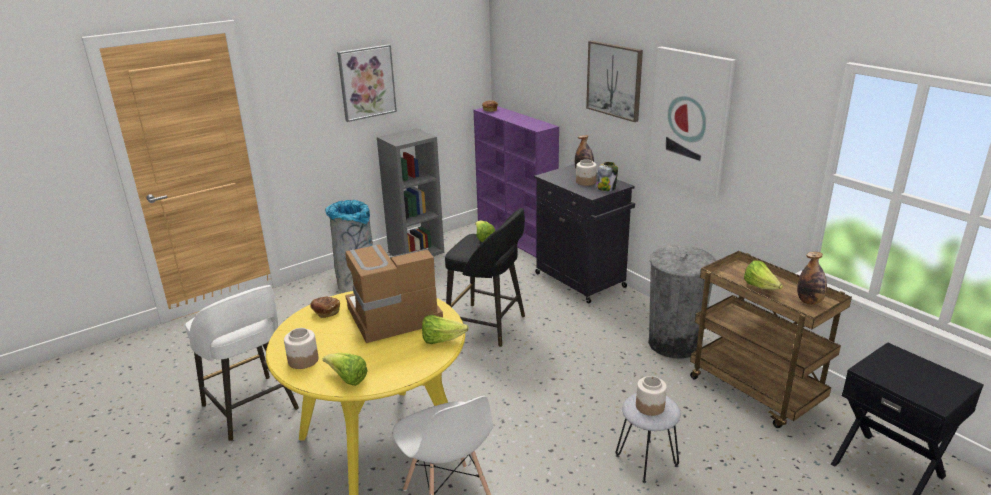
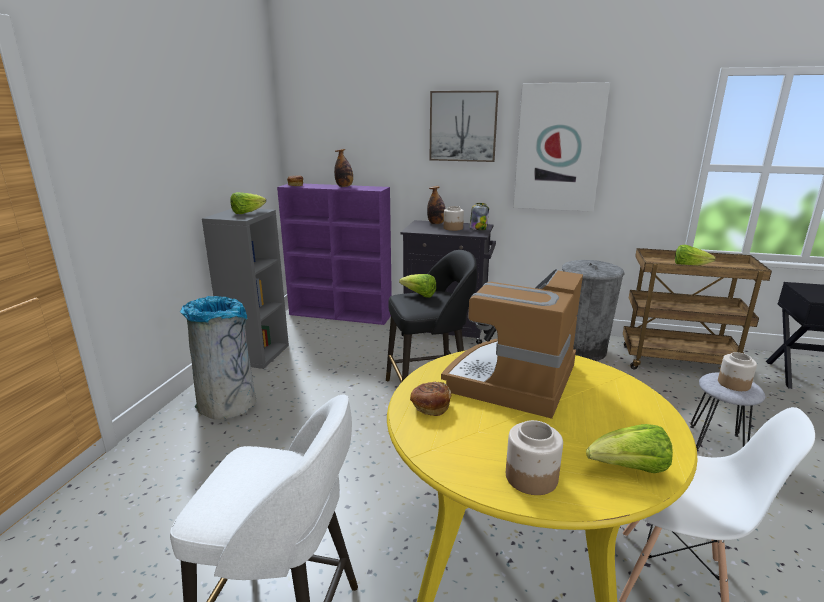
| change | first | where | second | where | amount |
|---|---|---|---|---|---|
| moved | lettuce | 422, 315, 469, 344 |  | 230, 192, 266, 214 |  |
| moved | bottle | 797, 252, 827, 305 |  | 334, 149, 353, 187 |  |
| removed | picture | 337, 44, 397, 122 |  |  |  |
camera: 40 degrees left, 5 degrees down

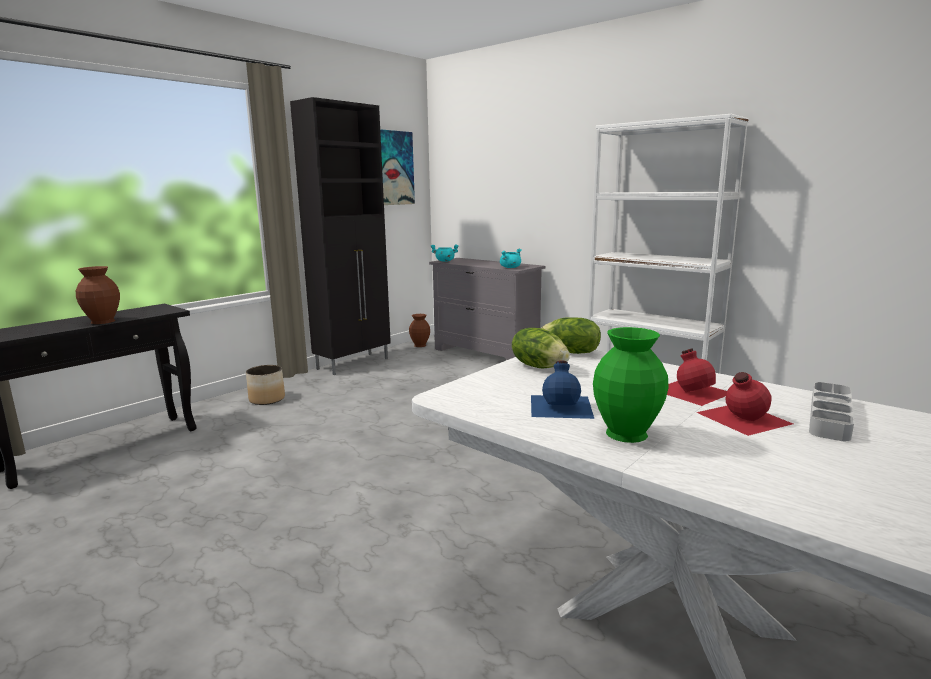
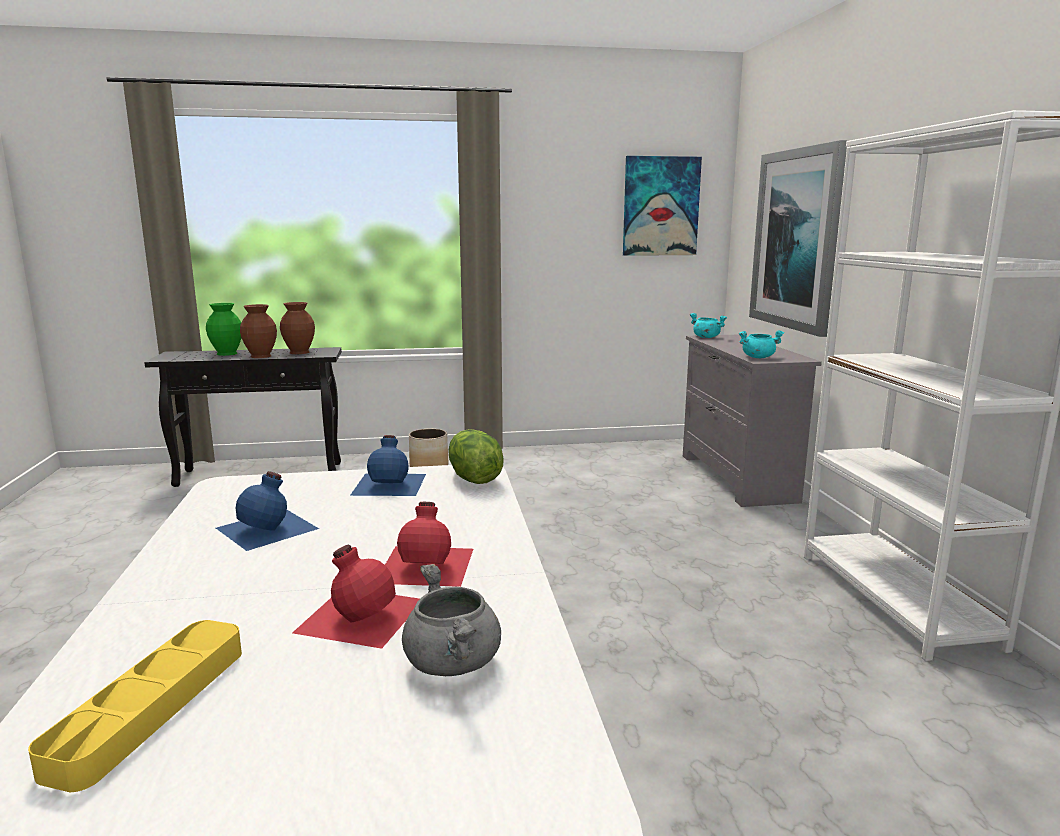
| change | first | where | second | where | amount |
|---|---|---|---|---|---|
| added |  |  | yellow tray | 28, 620, 242, 792 |  |
| moved | green vase | 593, 327, 669, 443 |  | 206, 303, 241, 356 |  |
| moved | brown vase | 409, 314, 430, 347 |  | 280, 302, 315, 354 |  |
| replaced | lettuce | 512, 328, 570, 368 | blue bottle | 350, 435, 426, 496 |  |
| replaced | grey tray | 809, 382, 854, 441 | grey cooking pot | 402, 564, 501, 676 |  |
| added |  |  | picture | 749, 140, 849, 337 |  |
| removed | black cabinet | 290, 97, 391, 375 |  |  |  |
camera: 40 degrees right, 0 degrees up

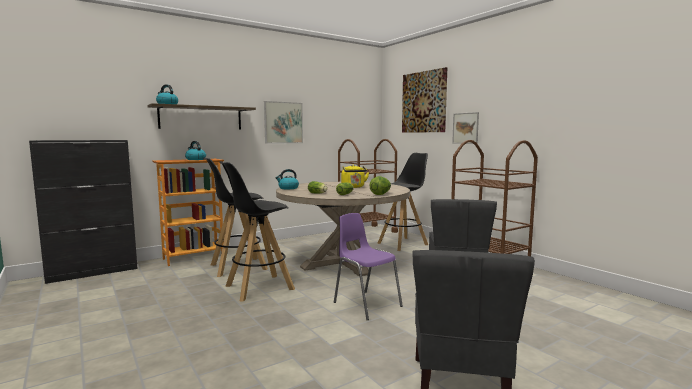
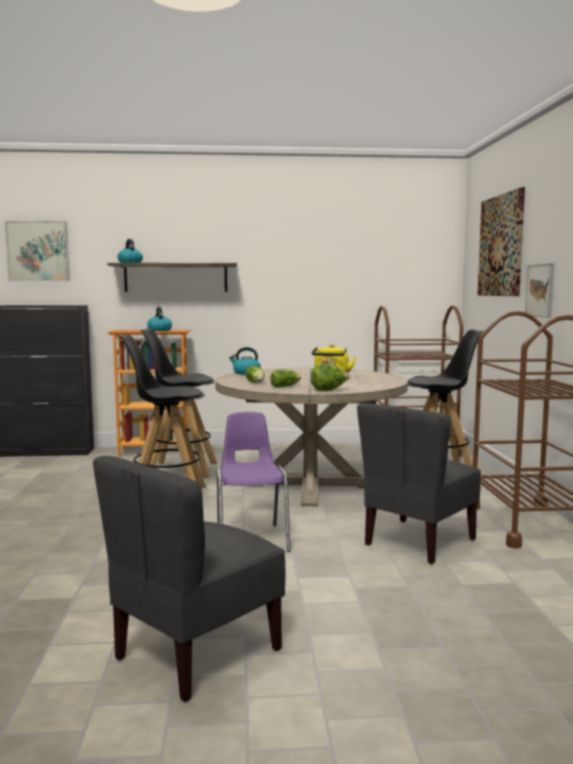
| change | first | where | second | where | amount |
|---|---|---|---|---|---|
| moved | picture | 264, 101, 303, 144 |  | 5, 221, 70, 281 |  |
camera: 30 degrees right, 0 degrees up

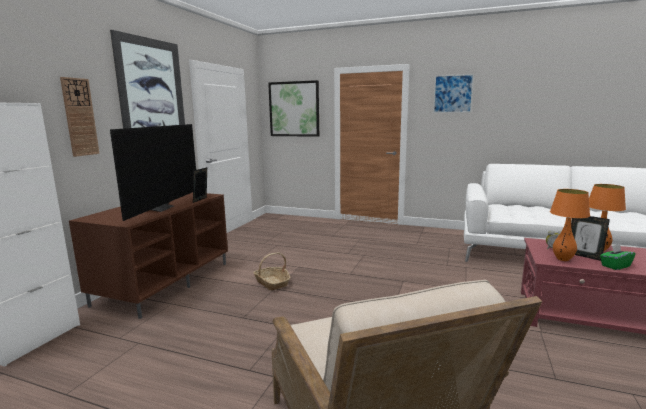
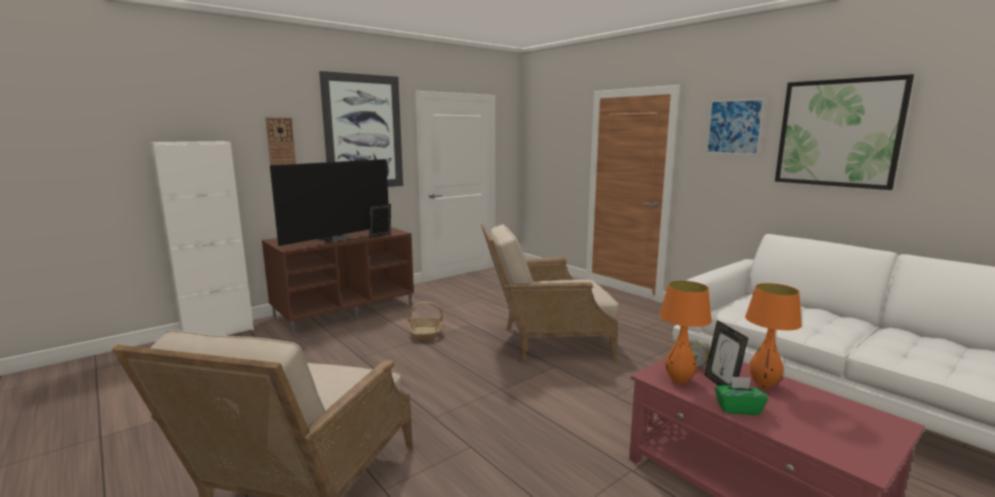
| change | first | where | second | where | amount |
|---|---|---|---|---|---|
| added |  |  | beige armchair | 480, 223, 618, 364 |  |
| moved | picture | 268, 80, 319, 137 |  | 775, 74, 914, 190 |  |
camera: 30 degrees right, 0 degrees up

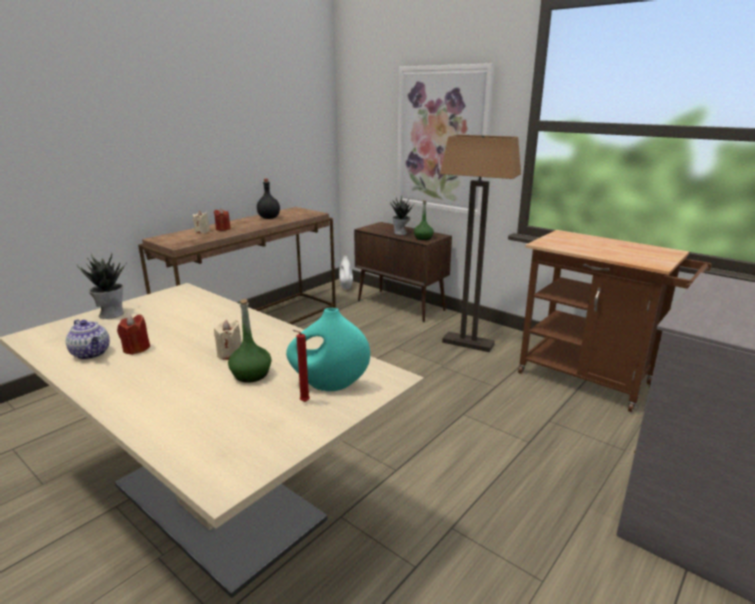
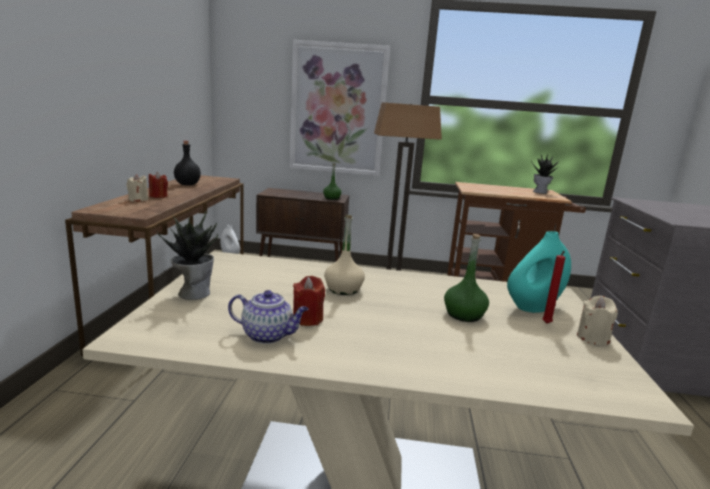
| change | first | where | second | where | amount |
|---|---|---|---|---|---|
| added |  |  | beige bottle | 324, 215, 365, 295 |  |
| moved | potted plant | 390, 196, 415, 235 |  | 531, 153, 560, 194 |  |
| moved | beige candle | 214, 320, 242, 360 |  | 577, 296, 618, 346 |  |
camera: 35 degrees left, 5 degrees down

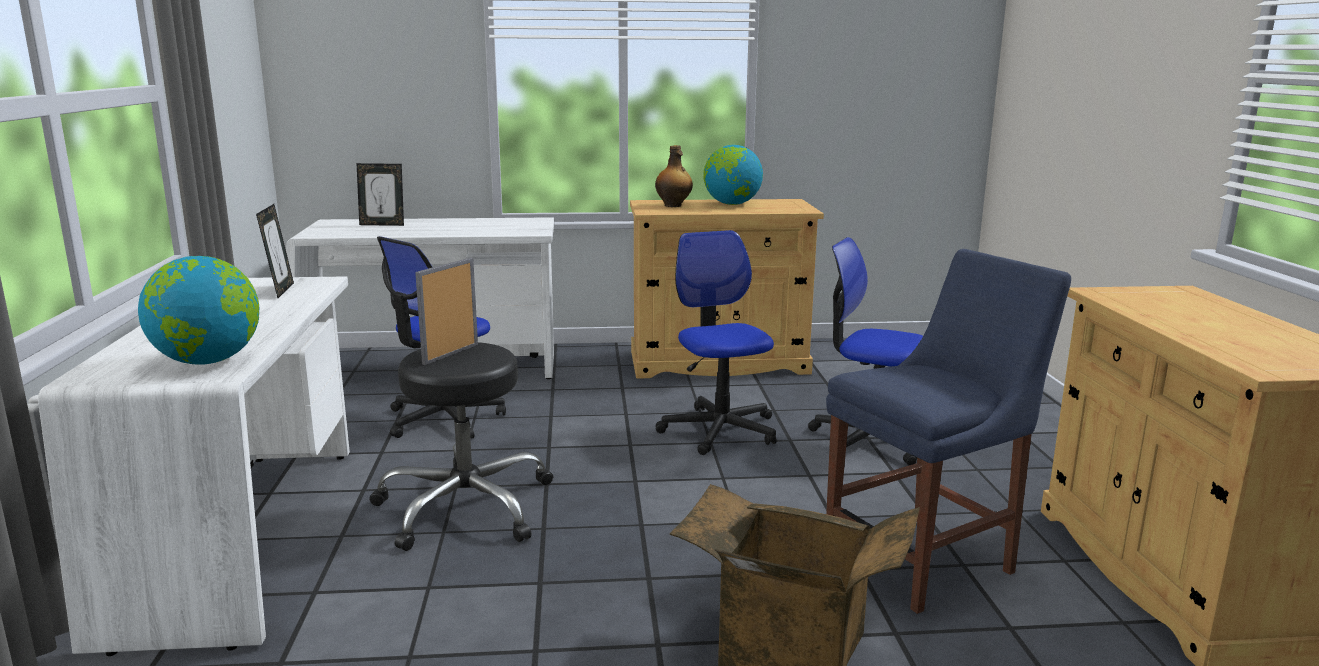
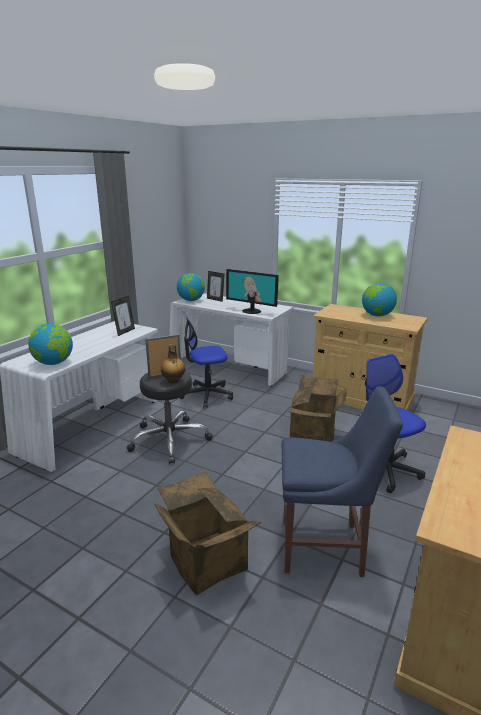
| change | first | where | second | where | amount |
|---|---|---|---|---|---|
| moved | bottle | 655, 145, 693, 207 |  | 161, 344, 185, 384 |  |
| added |  |  | globe | 177, 273, 205, 301 |  |
| added |  |  | monitor | 226, 269, 279, 314 |  |
| replaced | office chair | 656, 230, 777, 455 | cardboard box | 289, 375, 347, 442 |  |
camera: 35 degrees right, 5 degrees up

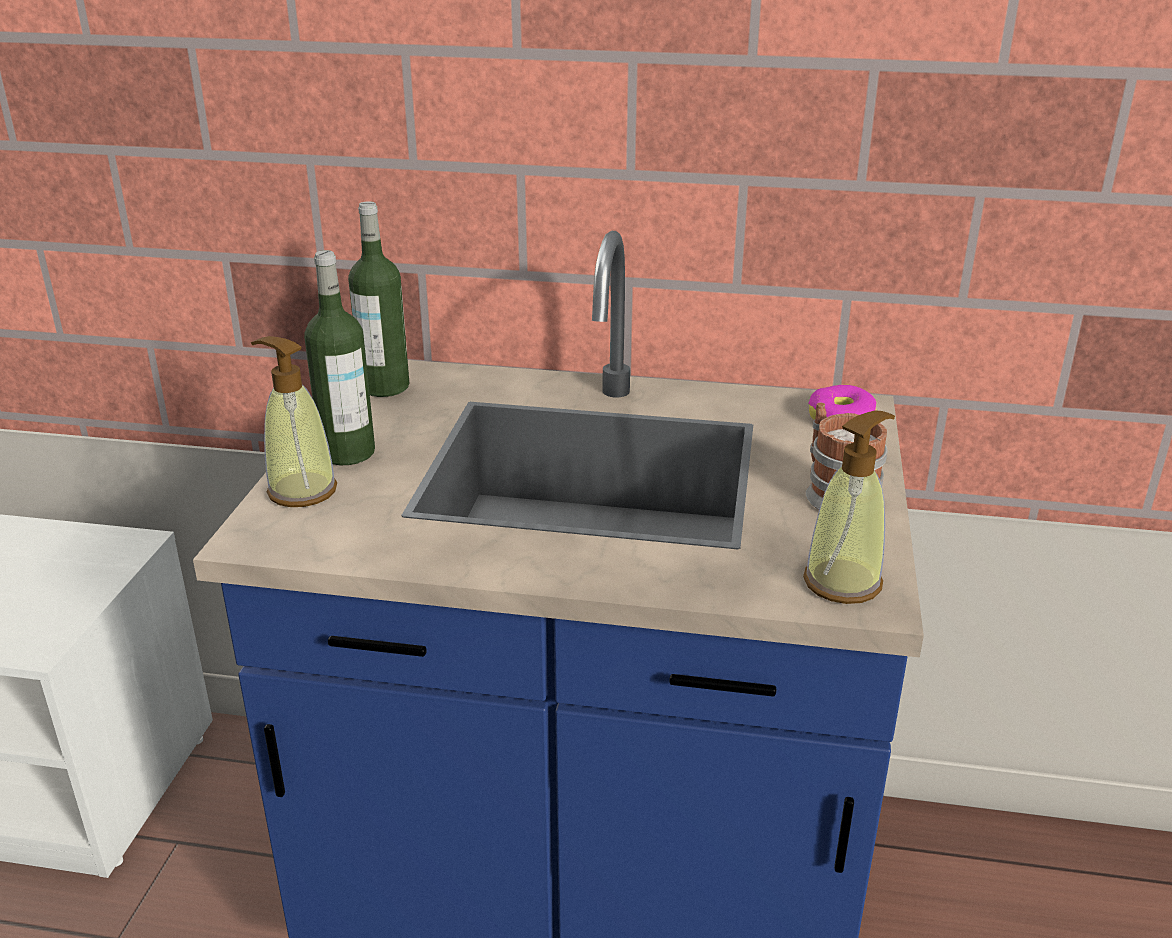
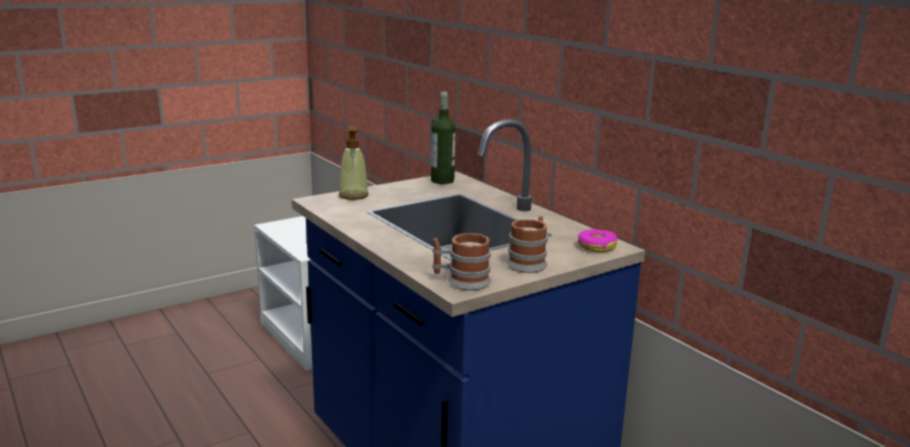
| change | first | where | second | where | amount |
|---|---|---|---|---|---|
| replaced | soap dispenser | 803, 410, 895, 604 | mug | 433, 233, 491, 290 |  |
| removed | bottle | 304, 250, 375, 465 |  |  |  |
camera: 45 degrees right, 10 degrees down

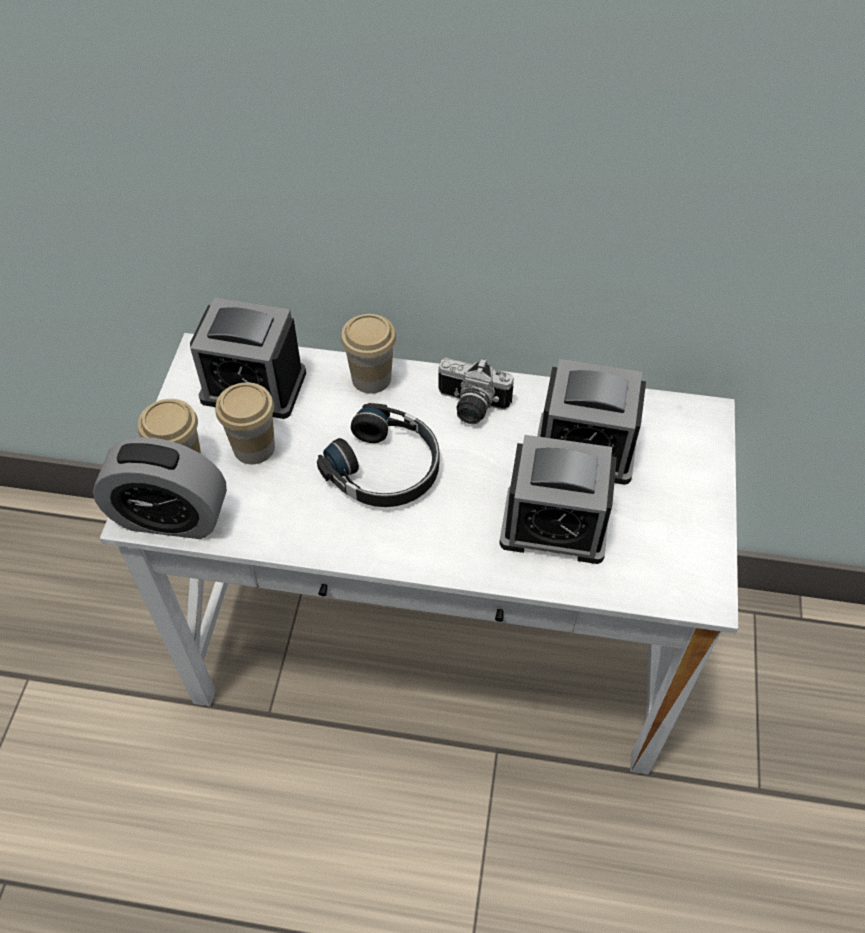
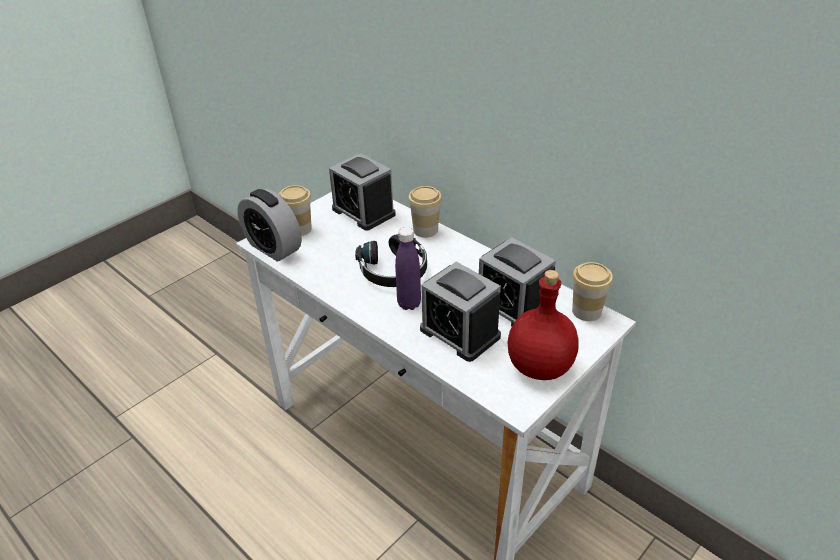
| change | first | where | second | where | amount |
|---|---|---|---|---|---|
| added |  |  | purple bottle | 395, 227, 421, 310 |  |
| added |  |  | red bottle | 508, 270, 579, 380 |  |
| moved | cup | 216, 382, 275, 464 |  | 572, 262, 613, 321 |  |
| removed | photo camera | 438, 358, 514, 424 |  |  |  |
camera: 35 degrees right, 15 degrees down

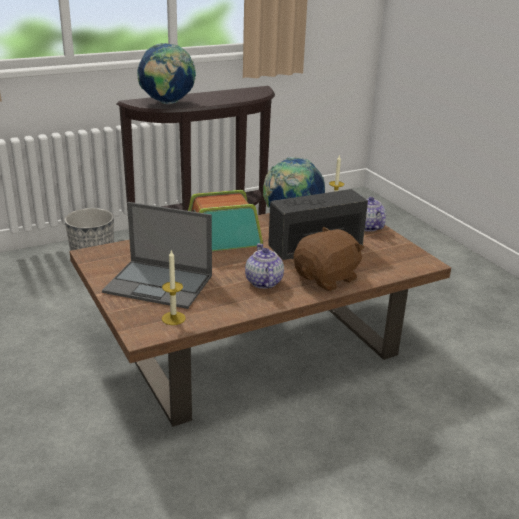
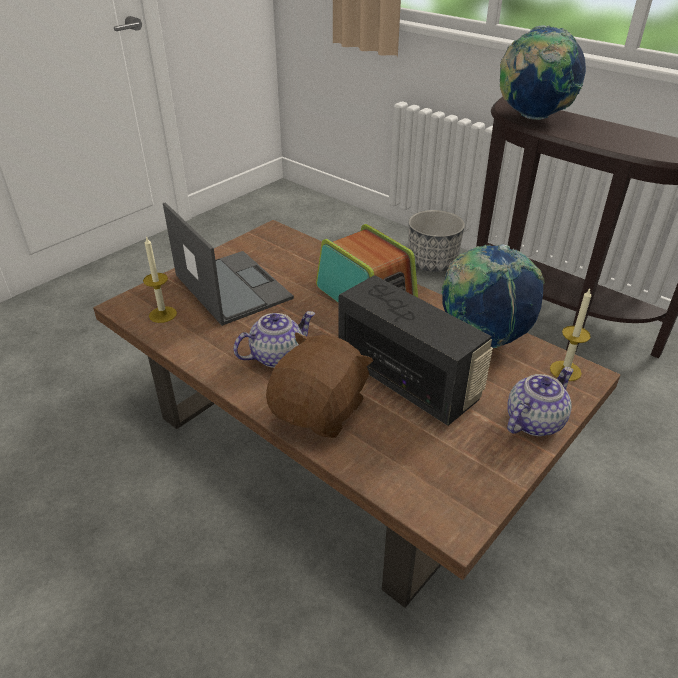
| change | first | where | second | where | amount |
|---|---|---|---|---|---|
| turned | laptop | 102, 202, 212, 309 |  | 163, 202, 294, 326 | 150 degrees clockwise |
| turned | brown plush toy | 294, 226, 365, 291 |  | 266, 332, 373, 438 | 90 degrees counterclockwise |
camera: 70 degrees right, 10 degrees up

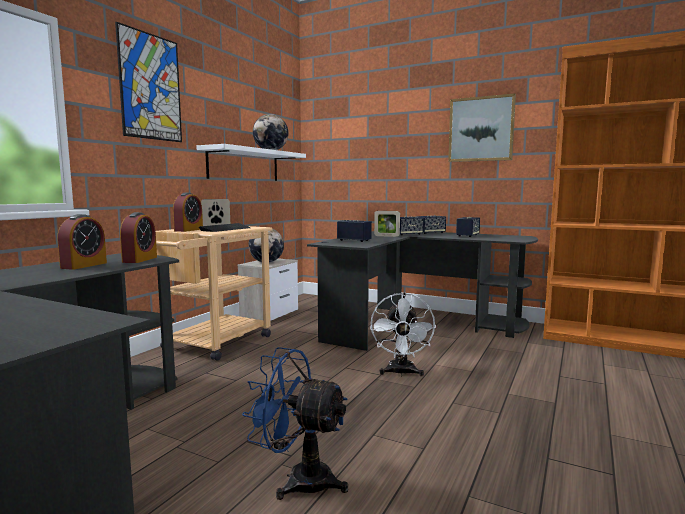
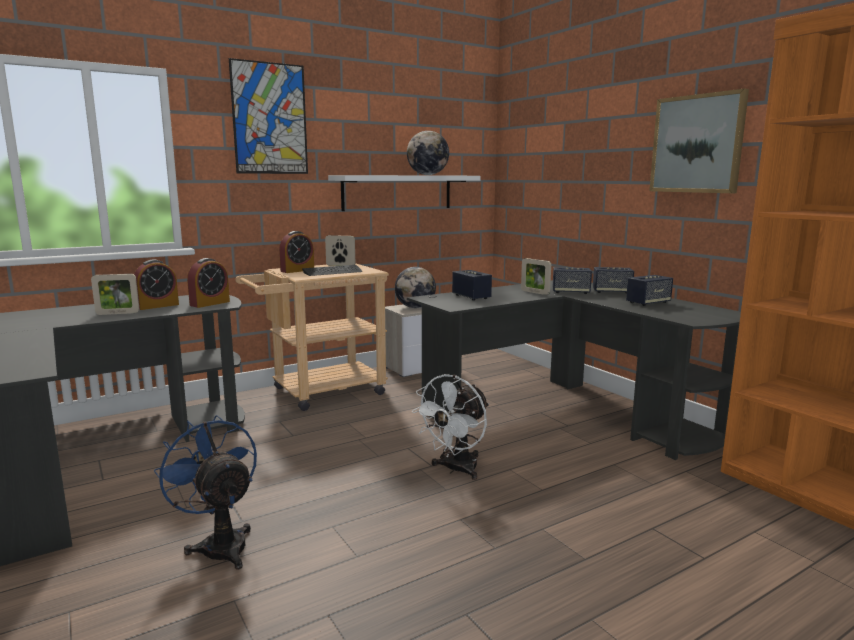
| change | first | where | second | where | amount |
|---|---|---|---|---|---|
| added |  |  | picture frame | 91, 274, 139, 315 |  |
camera: 30 degrees right, 5 degrees up

